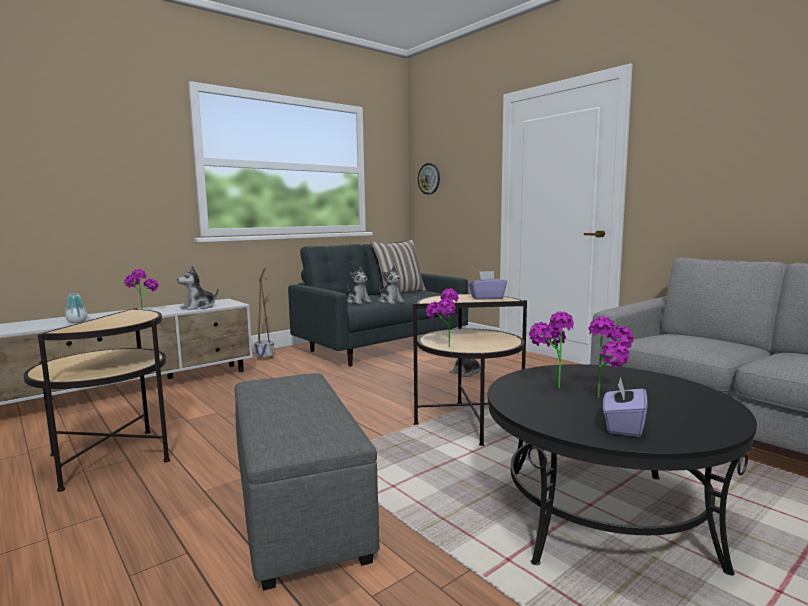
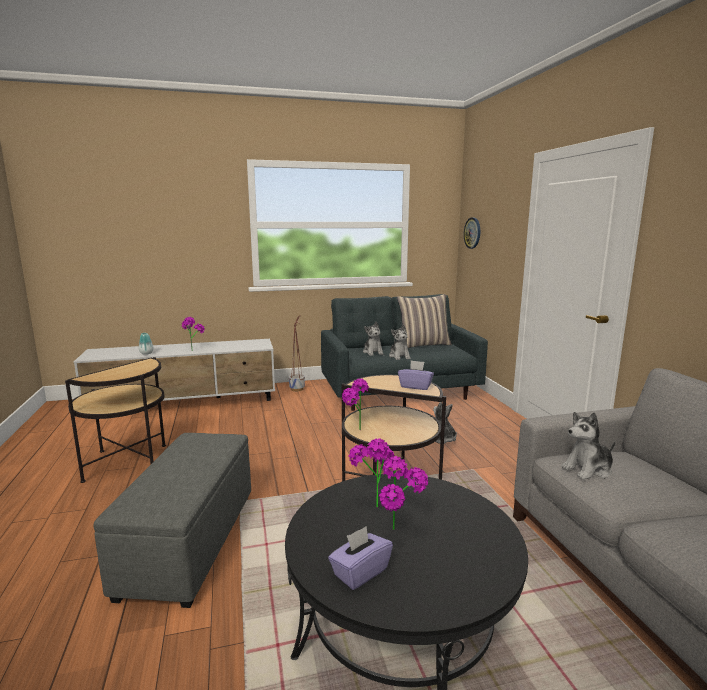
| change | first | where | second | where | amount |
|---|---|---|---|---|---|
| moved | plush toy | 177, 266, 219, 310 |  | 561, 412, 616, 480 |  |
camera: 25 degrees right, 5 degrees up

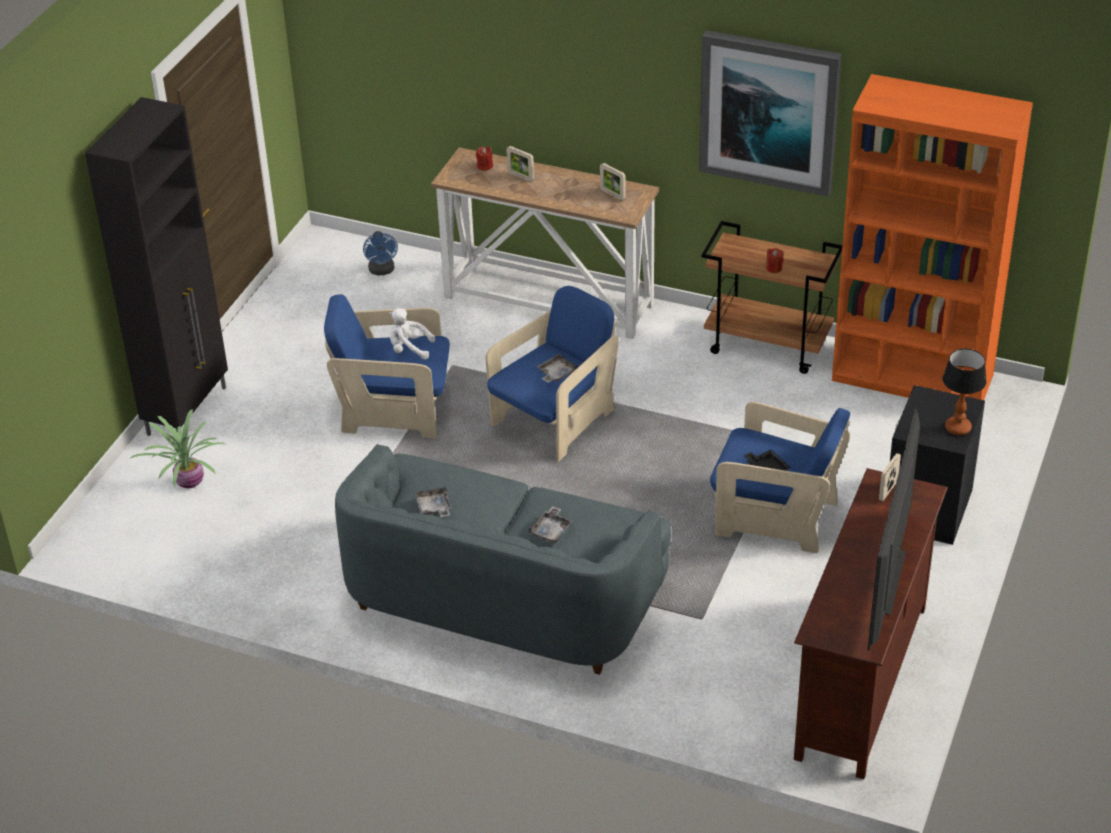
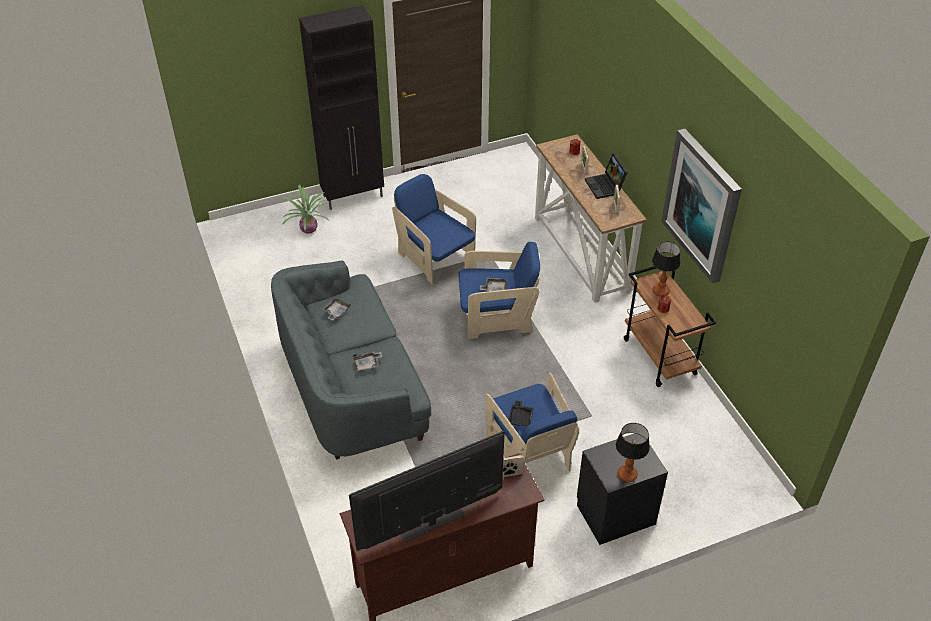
| change | first | where | second | where | amount |
|---|---|---|---|---|---|
| added |  |  | laptop | 585, 153, 628, 199 |  |
| added |  |  | table lamp | 652, 242, 681, 296 |  |
| removed | blue fan | 363, 231, 398, 275 |  |  |  |
| removed | white plush toy | 389, 308, 435, 360 |  |  |  |
| removed | orange bookcase | 832, 74, 1033, 400 |  |  |  |
camera: 45 degrees right, 5 degrees up

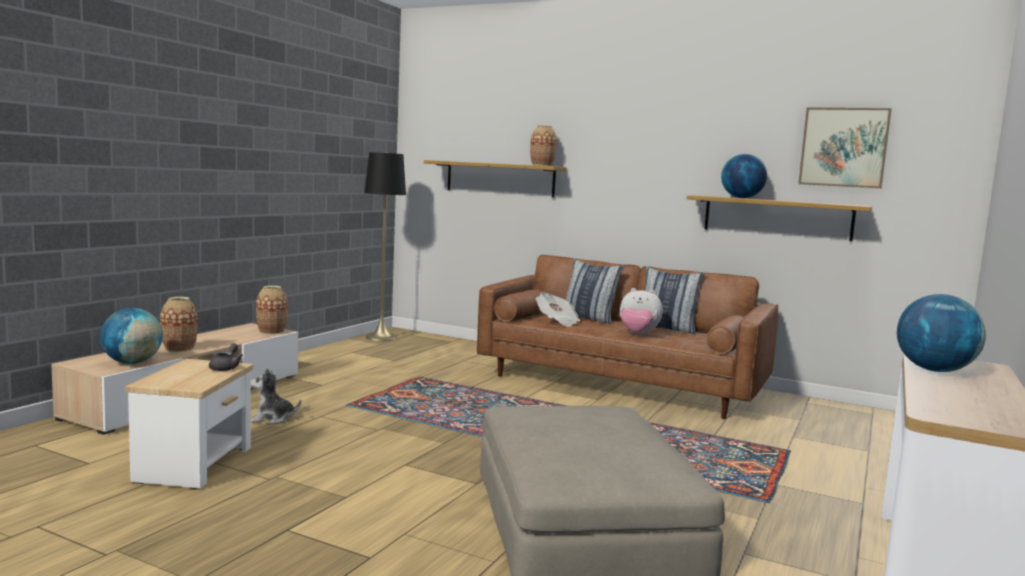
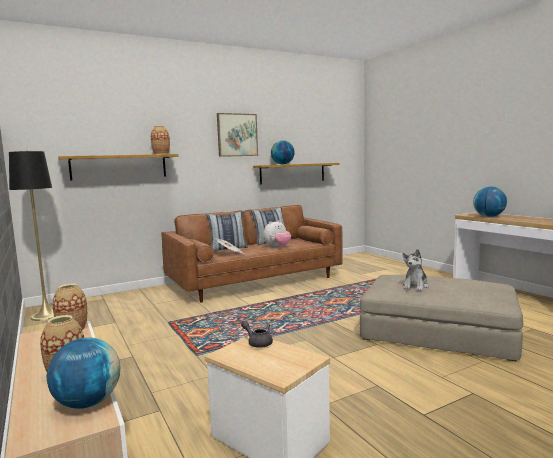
| change | first | where | second | where | amount |
|---|---|---|---|---|---|
| moved | picture | 798, 107, 892, 188 |  | 217, 113, 258, 157 |  |
| moved | plush toy | 251, 368, 301, 425 |  | 402, 249, 429, 291 |  |
camera: 55 degrees left, 0 degrees up

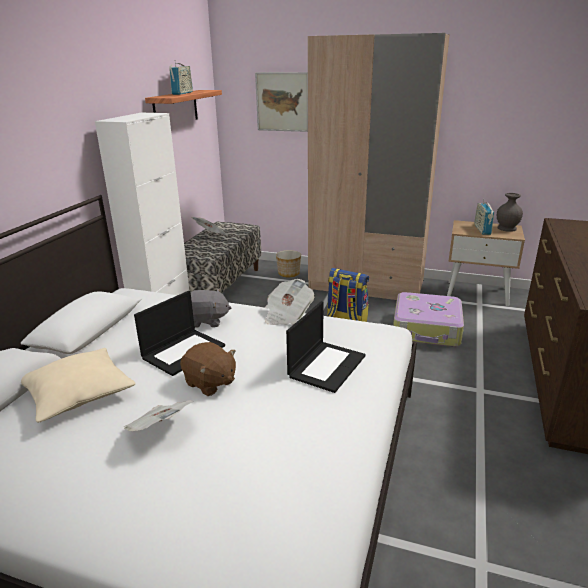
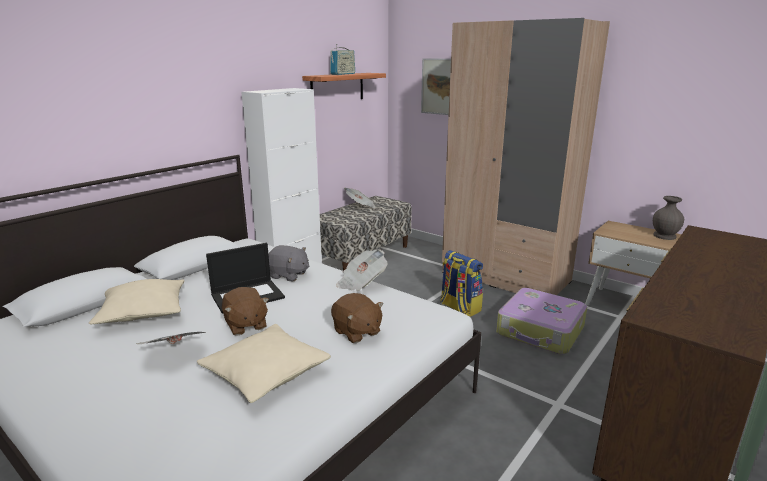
| change | first | where | second | where | amount |
|---|---|---|---|---|---|
| added |  |  | beige pillow | 197, 324, 331, 403 |  |
| replaced | laptop | 286, 301, 366, 393 | brown plush toy | 331, 293, 383, 343 |  |
| removed | planter | 276, 250, 301, 277 |  |  |  |
| removed | radio | 474, 201, 494, 235 |  |  |  |
camera: 20 degrees right, 5 degrees down

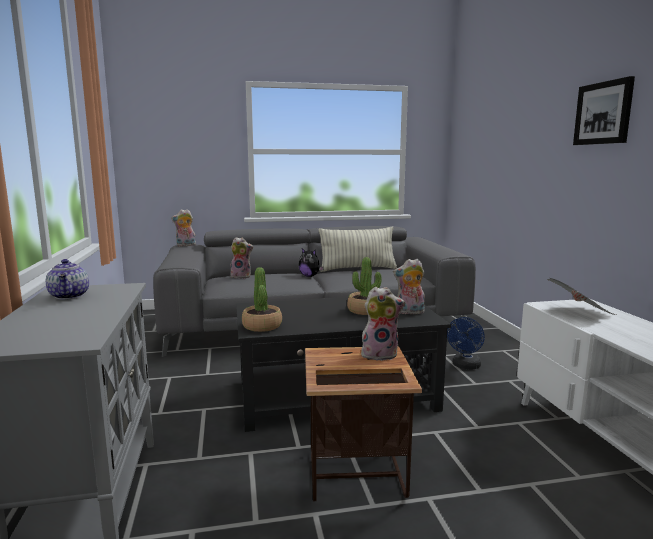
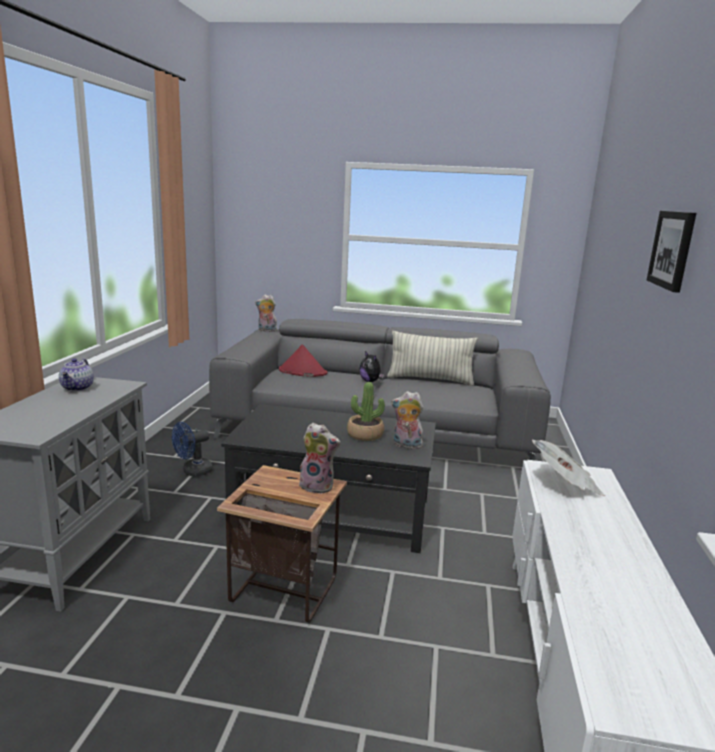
| change | first | where | second | where | amount |
|---|---|---|---|---|---|
| moved | blue fan | 447, 317, 485, 370 |  | 172, 422, 213, 476 |  |
| replaced | plush toy | 230, 237, 253, 279 | red hat | 279, 344, 328, 377 |  |
| removed | potted plant | 242, 267, 282, 332 |  |  |  |
camera: 20 degrees right, 5 degrees up

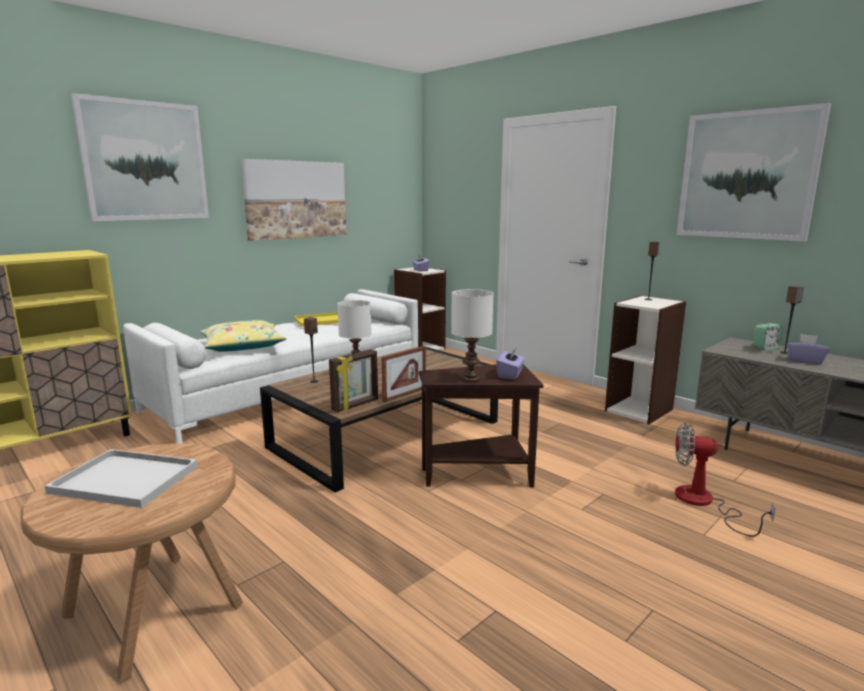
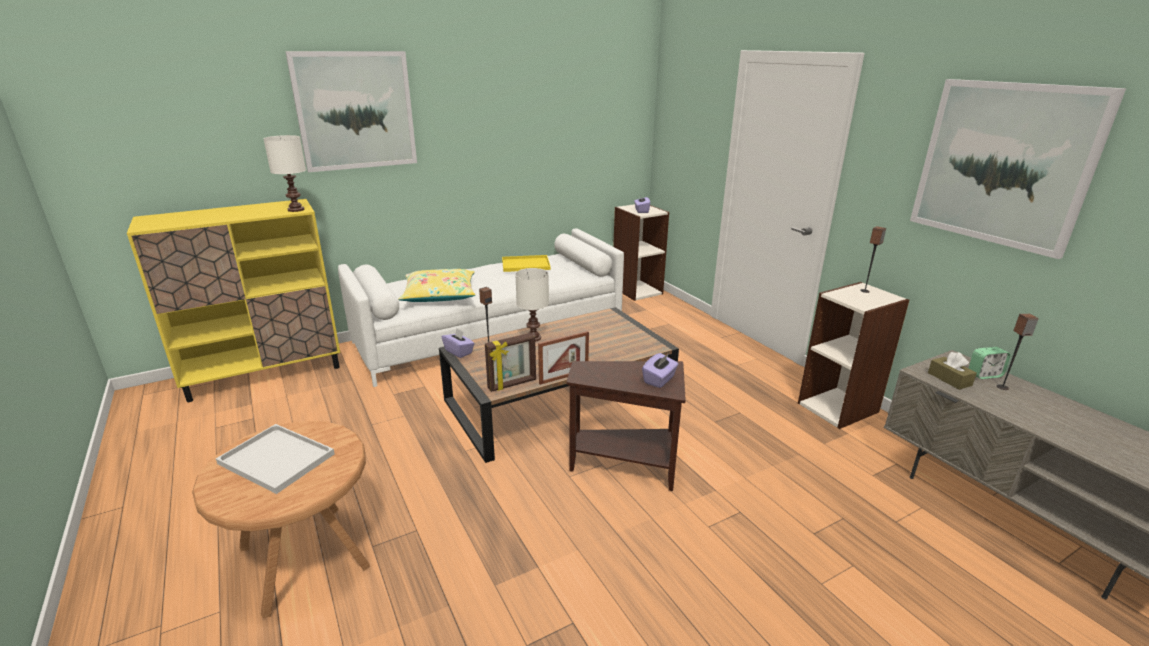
| change | first | where | second | where | amount |
|---|---|---|---|---|---|
| moved | white table lamp | 451, 289, 494, 383 |  | 263, 135, 306, 212 |  |
| moved | purple tissue box | 787, 334, 829, 364 |  | 442, 328, 475, 358 |  |
| added |  |  | brown tissue box | 928, 352, 977, 390 |  |
| removed | picture | 241, 159, 346, 241 |  |  |  |
| removed | fan | 675, 423, 775, 537 |  |  |  |
camera: 15 degrees right, 10 degrees up

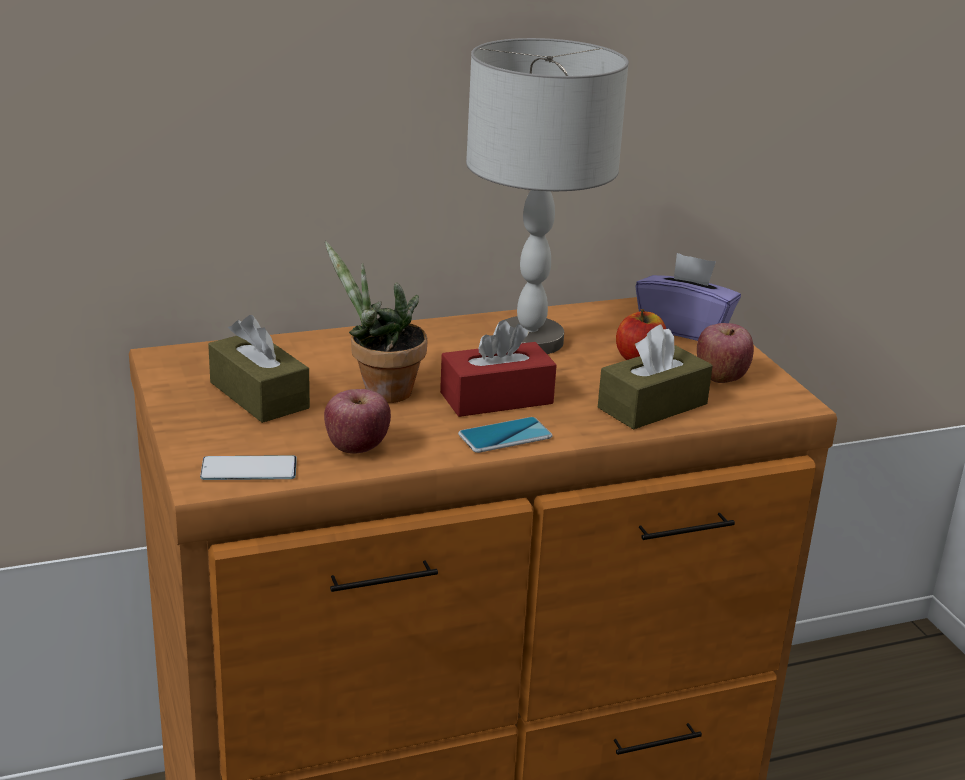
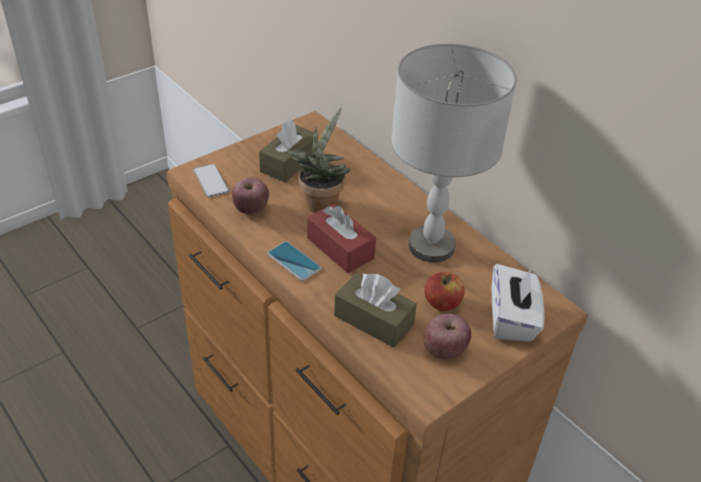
| change | first | where | second | where | amount |
|---|---|---|---|---|---|
| recoloured | purple tissue box | 636, 253, 741, 341 | white tissue box | 492, 264, 545, 342 |  |
camera: 70 degrees right, 15 degrees up

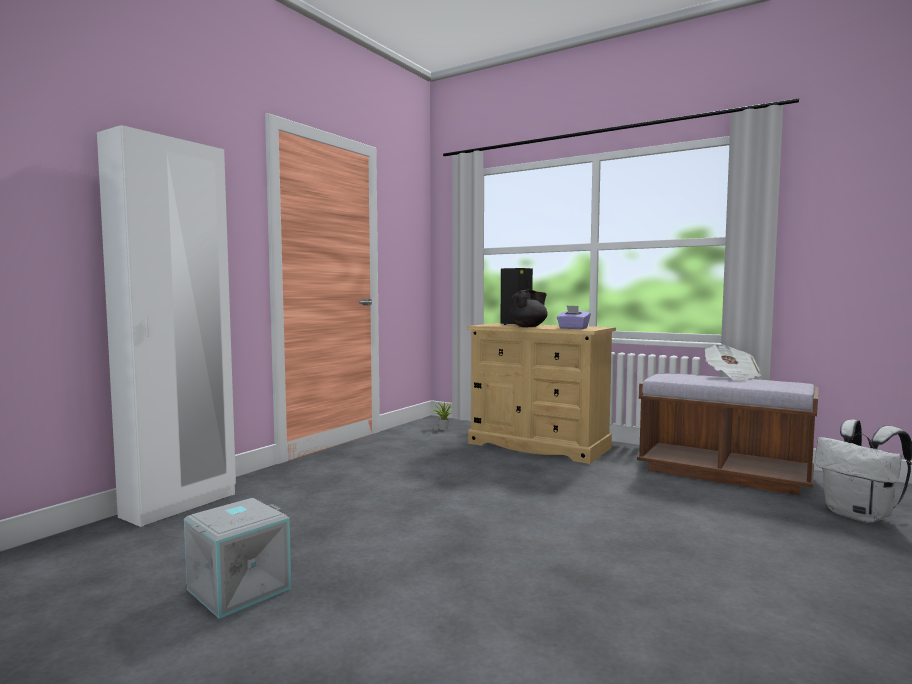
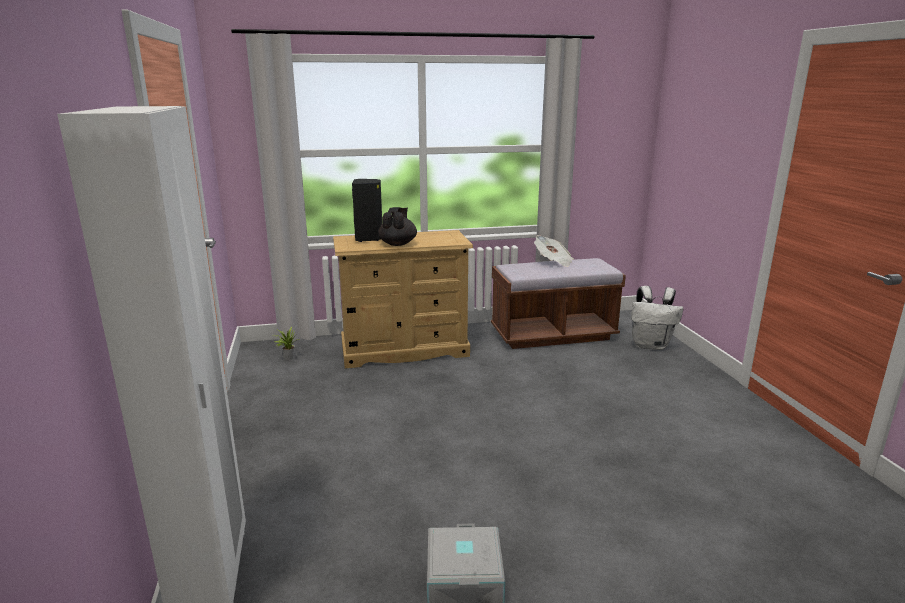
| change | first | where | second | where | amount |
|---|---|---|---|---|---|
| removed | purple tissue box | 557, 305, 591, 329 |  |  |  |
camera: 45 degrees left, 15 degrees up

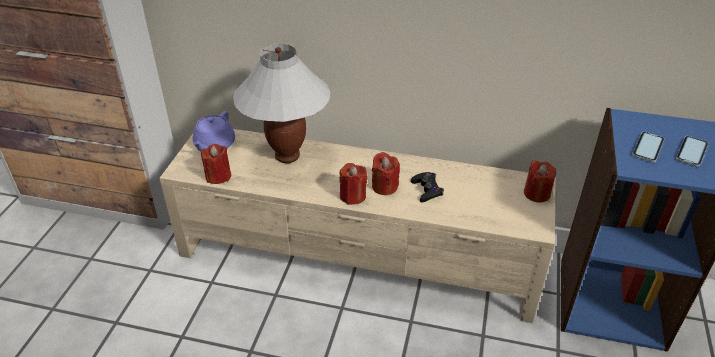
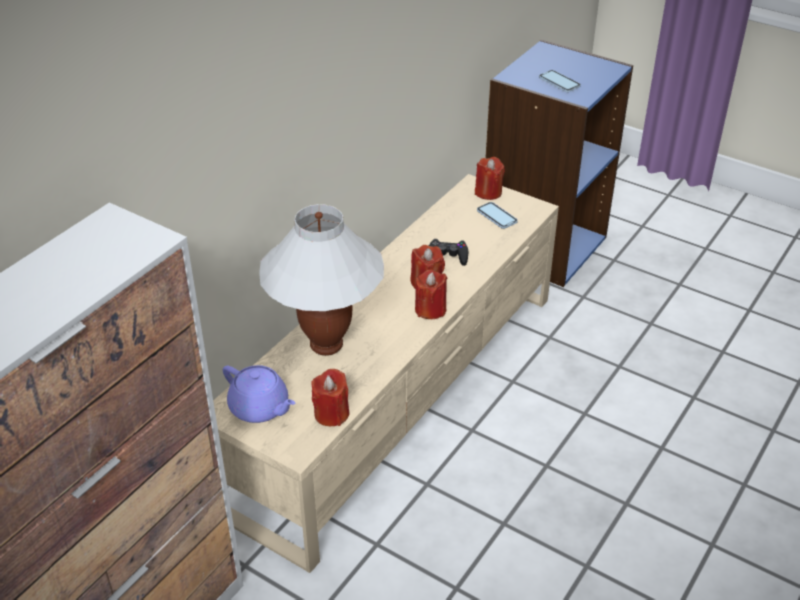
| change | first | where | second | where | amount |
|---|---|---|---|---|---|
| moved | phone | 676, 136, 709, 167 |  | 477, 202, 518, 229 |  |
camera: 70 degrees left, 0 degrees up

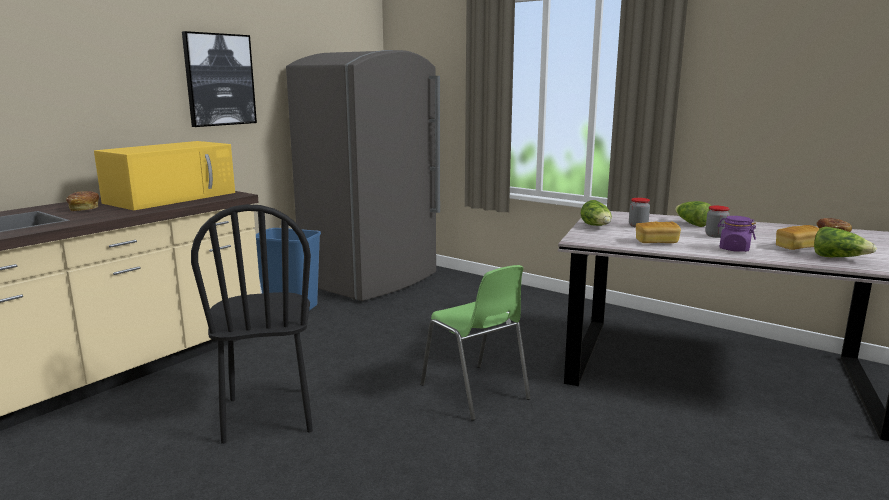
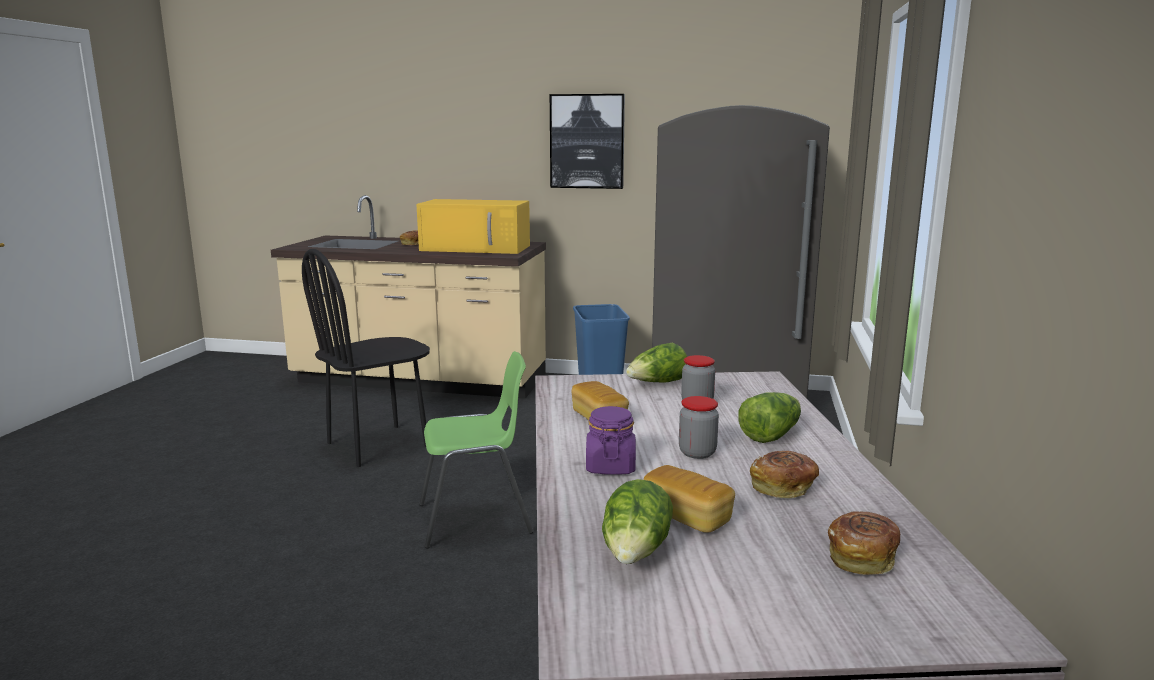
| change | first | where | second | where | amount |
|---|---|---|---|---|---|
| turned | green chair | 420, 265, 531, 421 |  | 419, 351, 533, 549 | 135 degrees counterclockwise |
| added |  |  | bread | 750, 450, 819, 499 |  |
camera: 65 degrees right, 0 degrees up

